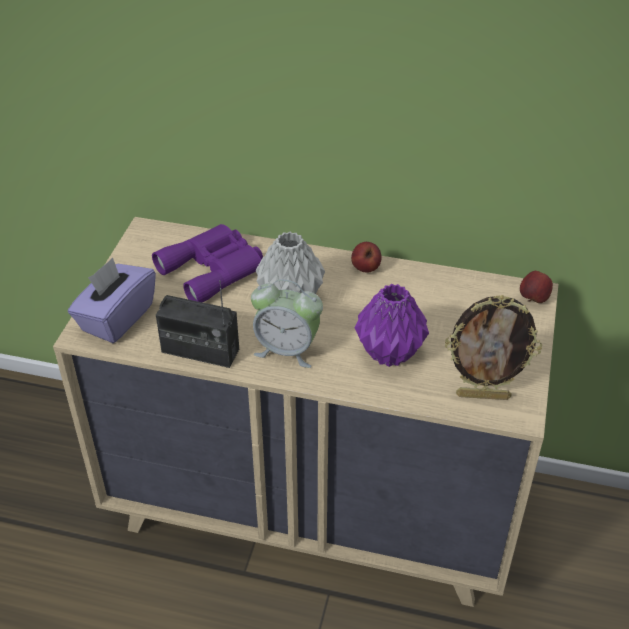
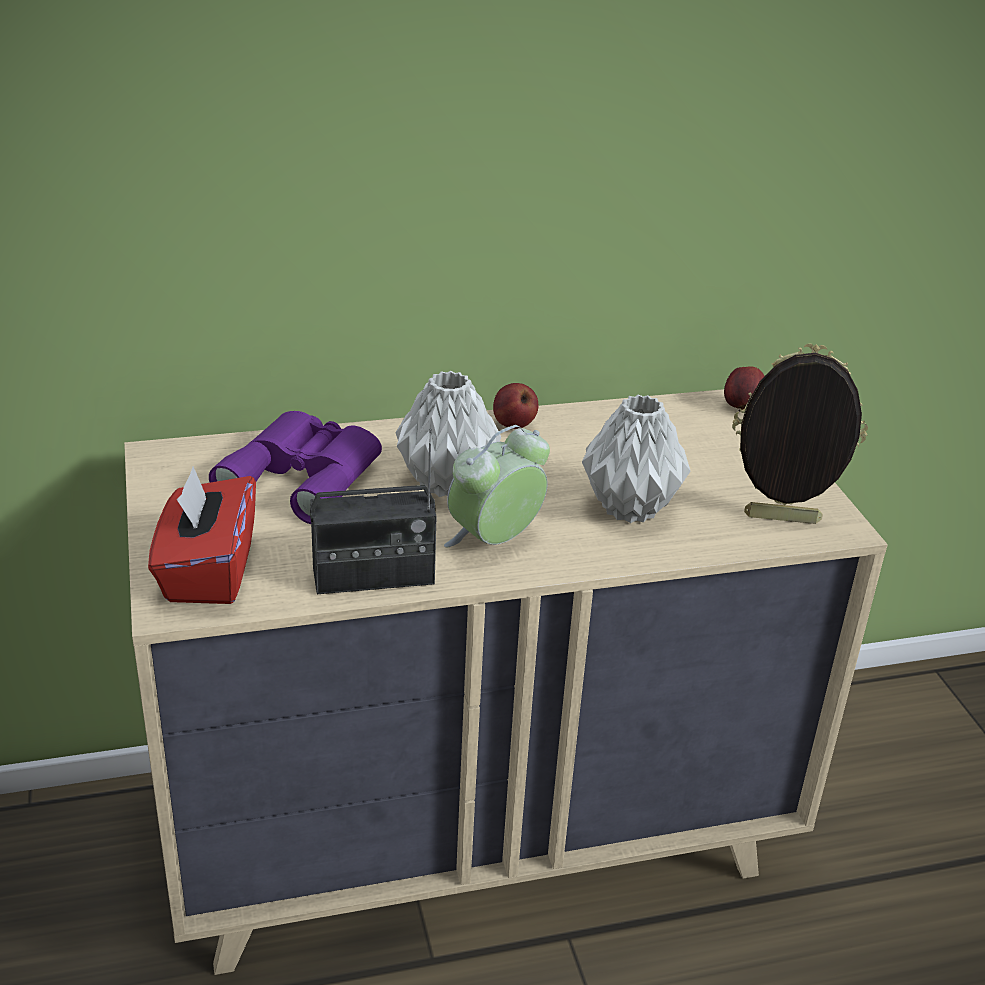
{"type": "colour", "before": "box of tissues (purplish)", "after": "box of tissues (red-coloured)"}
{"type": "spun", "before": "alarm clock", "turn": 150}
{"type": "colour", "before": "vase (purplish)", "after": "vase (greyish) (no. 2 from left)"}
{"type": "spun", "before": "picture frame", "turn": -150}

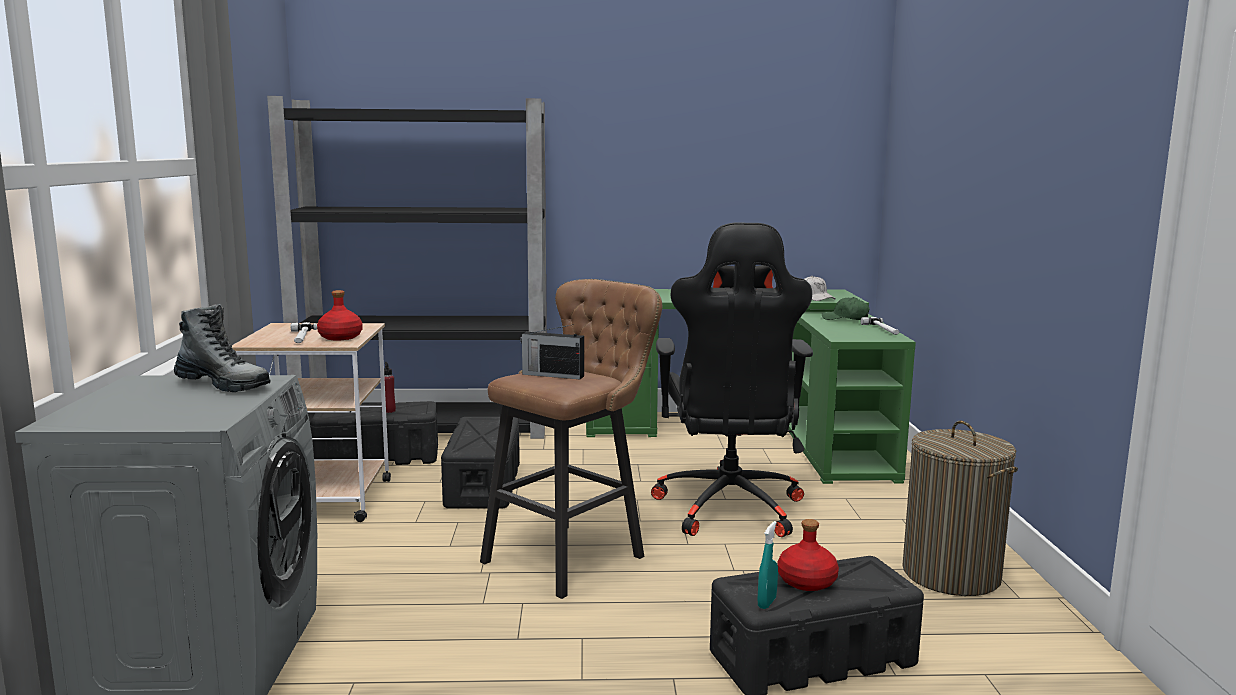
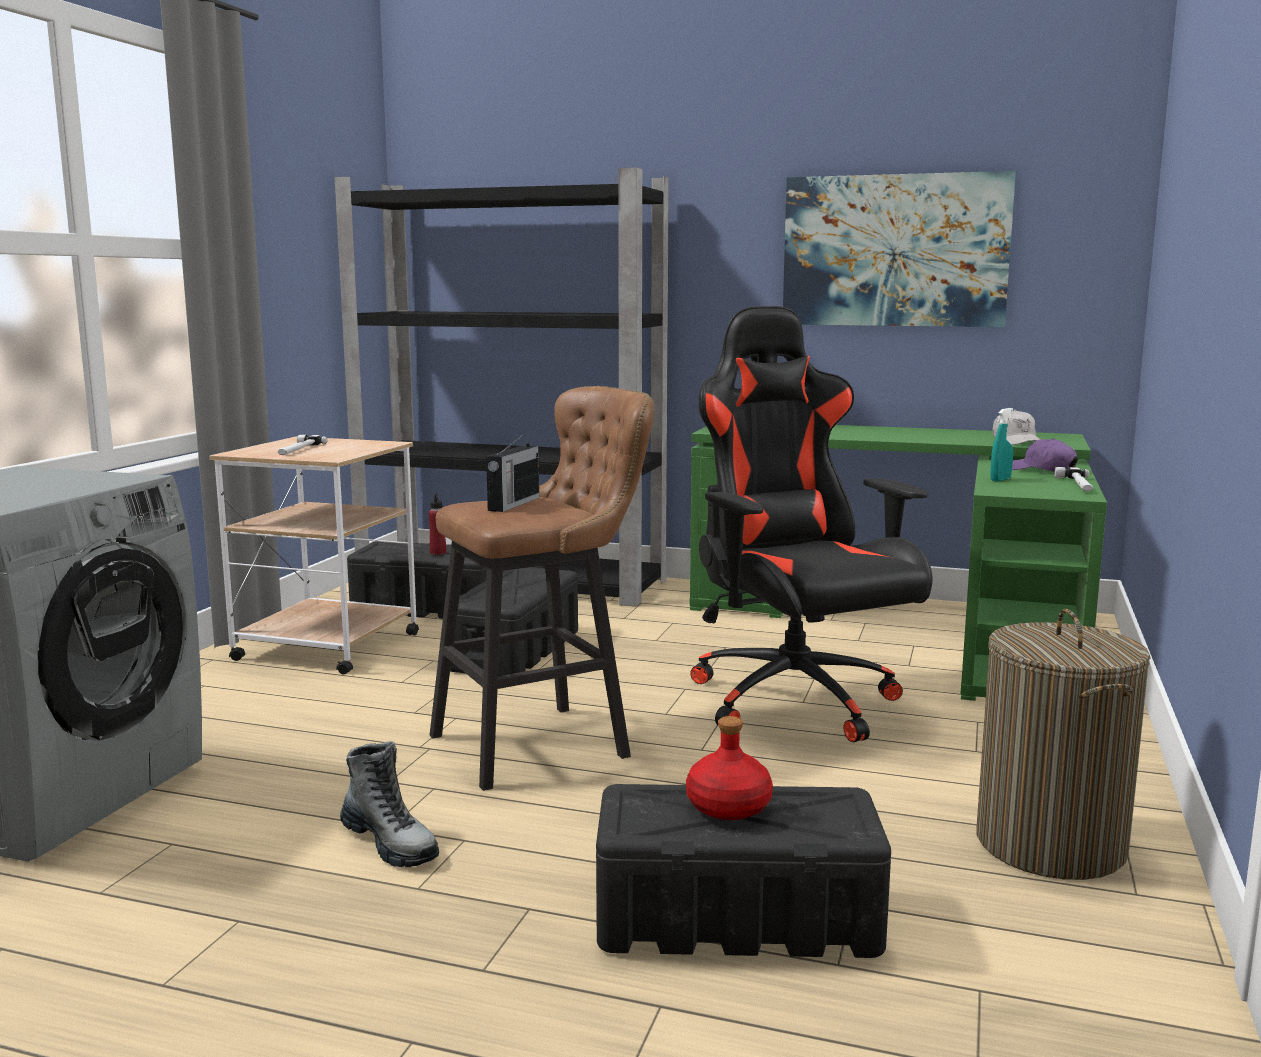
{"type": "spun", "before": "computer chair (black-coloured)", "turn": 135}
{"type": "missing", "before": "drink bottle (red-coloured) (no. 1 from left)"}
{"type": "colour", "before": "cap (green-coloured)", "after": "cap (purplish)"}
{"type": "relocated", "before": "boot"}
{"type": "spun", "before": "radio receiver", "turn": -105}
{"type": "relocated", "before": "sprayer (turquoise-coloured)"}
{"type": "appeared", "after": "wall art"}

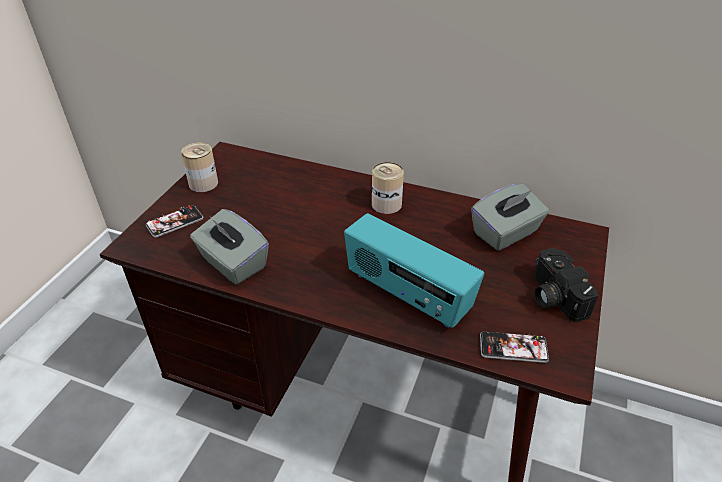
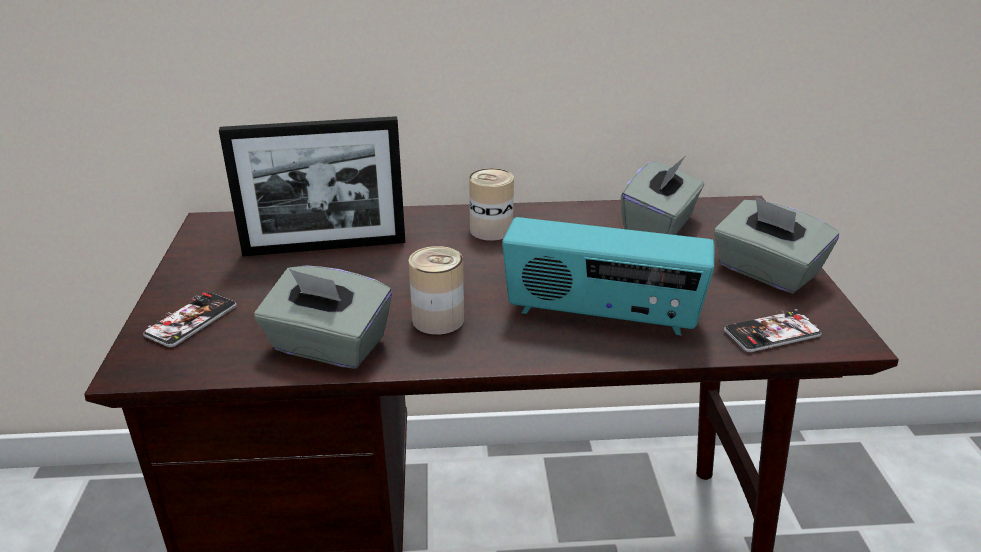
{"type": "relocated", "before": "can (no. 1 from left)"}
{"type": "exchanged", "before": "still camera", "after": "box of tissues (greyish) (no. 3 from left)"}
{"type": "appeared", "after": "picture frame"}

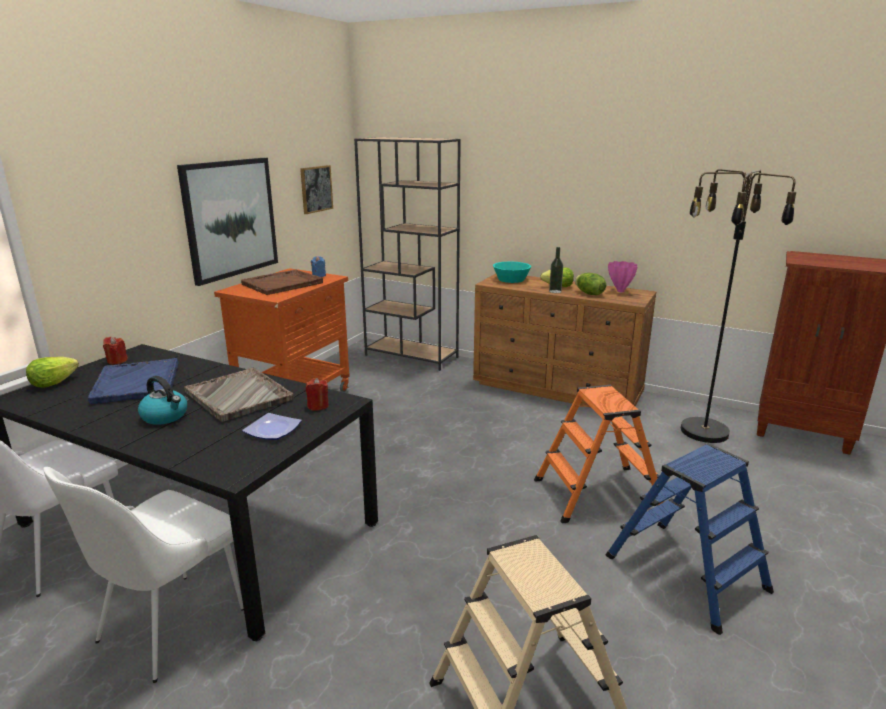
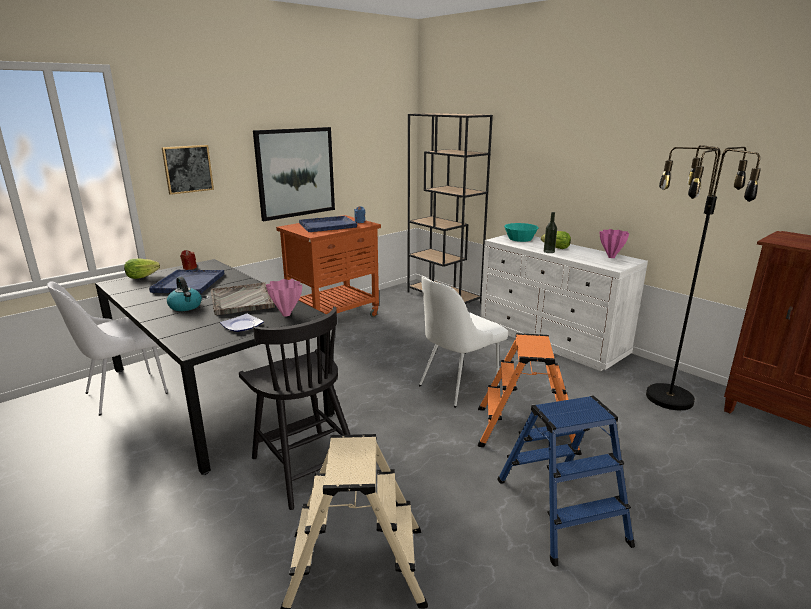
{"type": "relocated", "before": "wall art (no. 2 from left in the first image)", "after": "wall art (no. 1 from left)"}
{"type": "colour", "before": "serving tray (brownish)", "after": "serving tray (blue) (no. 2 from left)"}
{"type": "missing", "before": "head of lettuce (no. 3 from left)"}
{"type": "colour", "before": "dresser (brownish)", "after": "dresser (white-coloured)"}
{"type": "exchanged", "before": "wax candle (red-coloured) (no. 2 from left)", "after": "vase (pink) (no. 1 from left)"}
{"type": "relocated", "before": "plain chair (white-coloured) (no. 2 from left)"}
{"type": "appeared", "after": "plain chair (black-coloured)"}

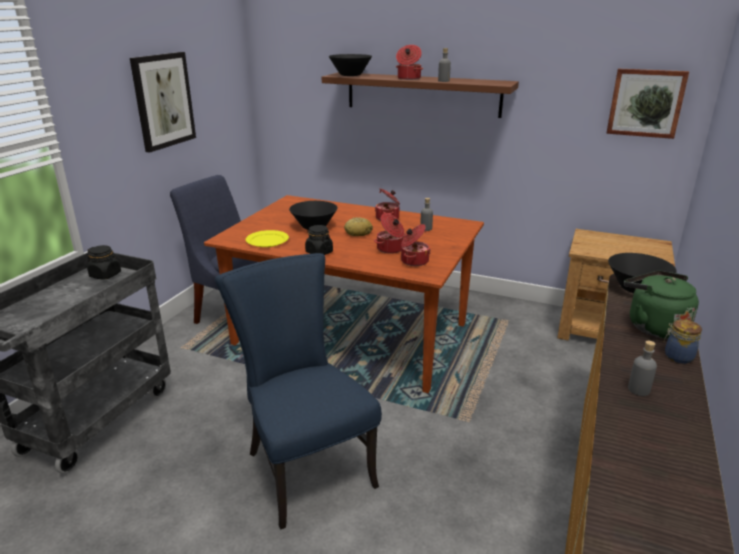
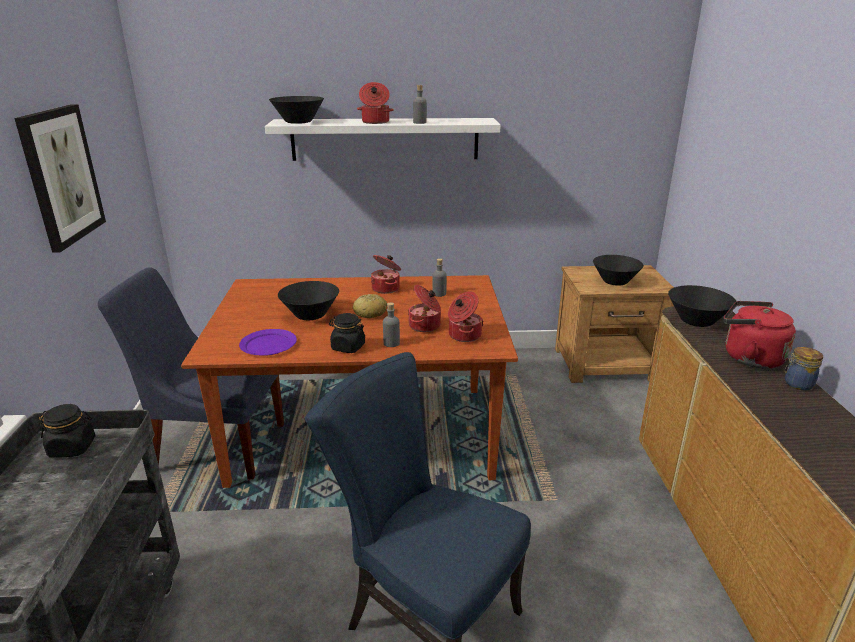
{"type": "missing", "before": "wall art (no. 2 from left)"}
{"type": "colour", "before": "shelf (brownish)", "after": "shelf (white-coloured)"}
{"type": "colour", "before": "flat dish (yellowish)", "after": "flat dish (purplish)"}
{"type": "colour", "before": "tea kettle (green-coloured)", "after": "tea kettle (red-coloured)"}
{"type": "relocated", "before": "drink bottle (greyish) (no. 3 from left in the first image)", "after": "drink bottle (greyish) (no. 1 from left)"}
{"type": "appeared", "after": "bowl (black-coloured) (no. 3 from left)"}

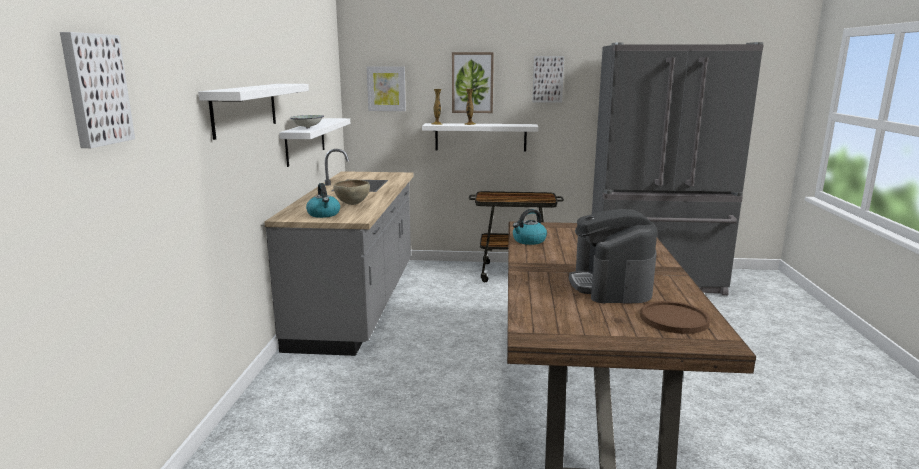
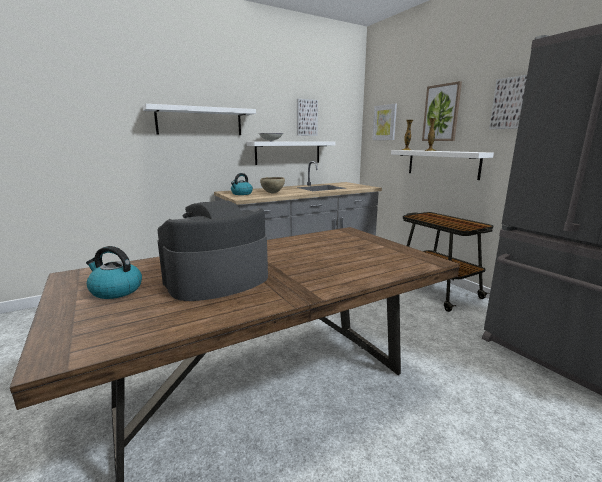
{"type": "relocated", "before": "wall art (no. 1 from left)"}
{"type": "relocated", "before": "tea kettle (no. 2 from left in the first image)", "after": "tea kettle (no. 1 from left)"}
{"type": "missing", "before": "flat dish (brownish)"}

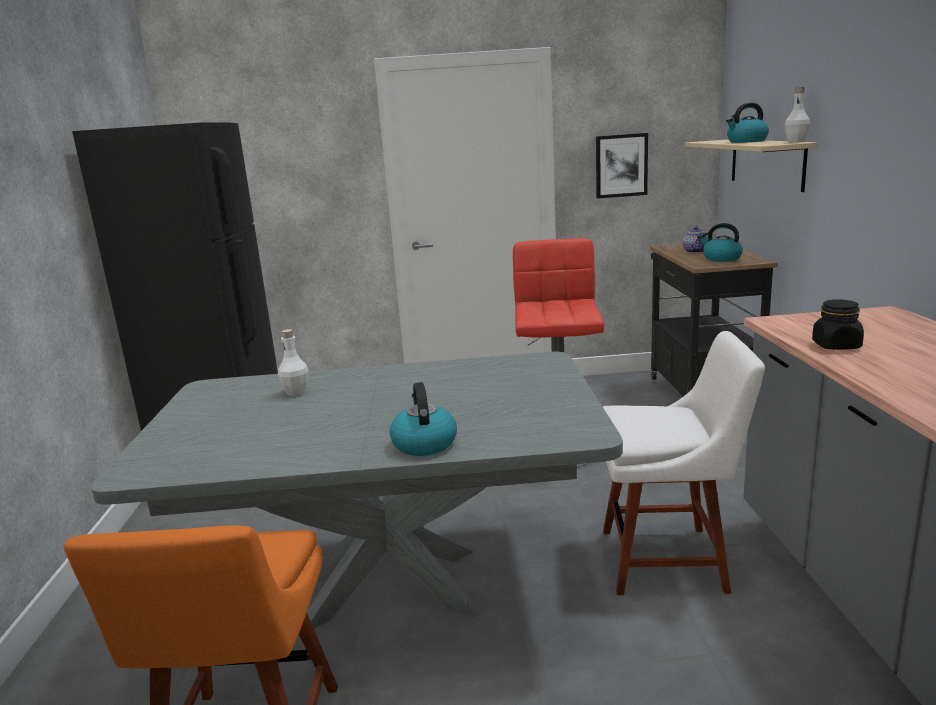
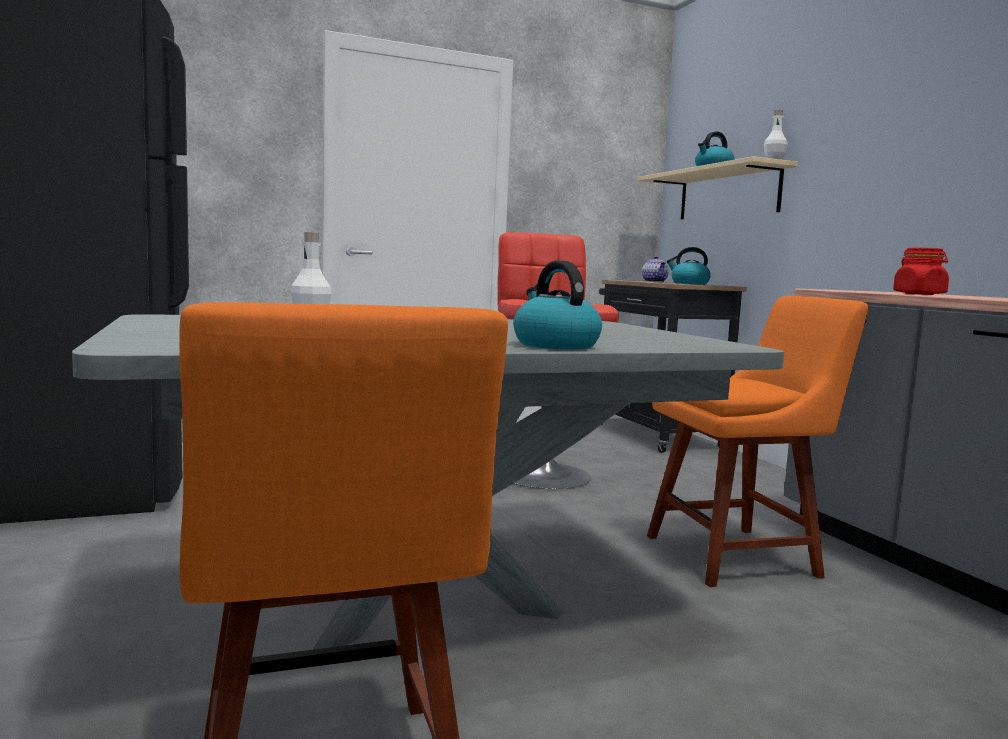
{"type": "missing", "before": "wall art"}
{"type": "colour", "before": "jar (black-coloured)", "after": "jar (red-coloured)"}
{"type": "colour", "before": "plain chair (white-coloured)", "after": "plain chair (orangey) (no. 2 from left)"}

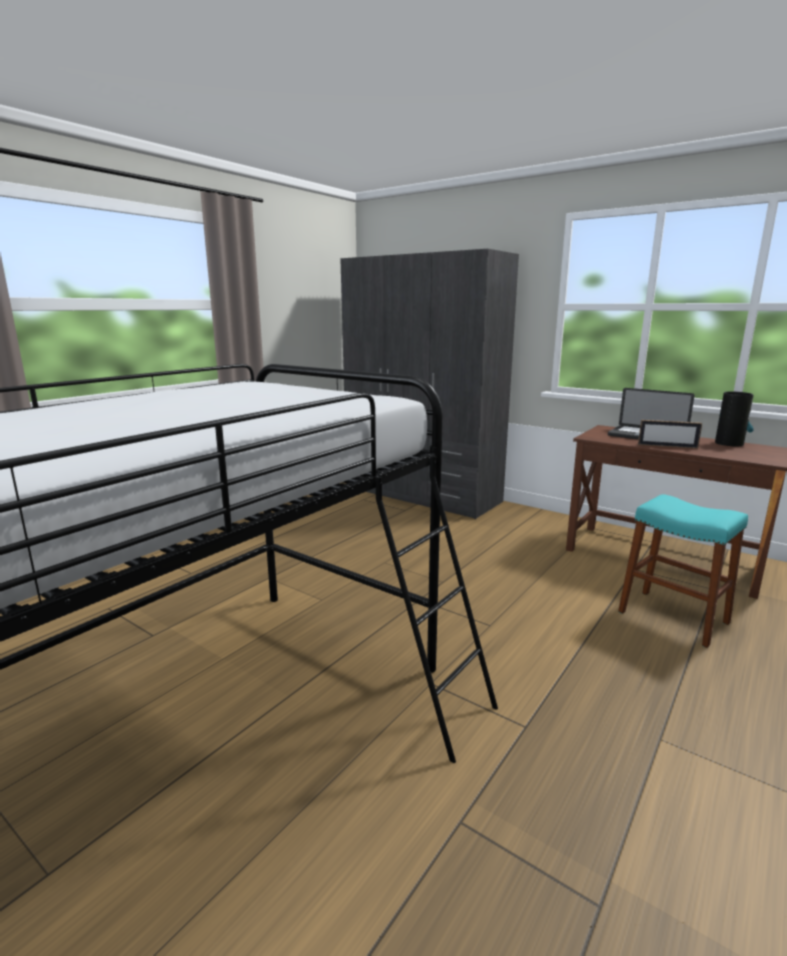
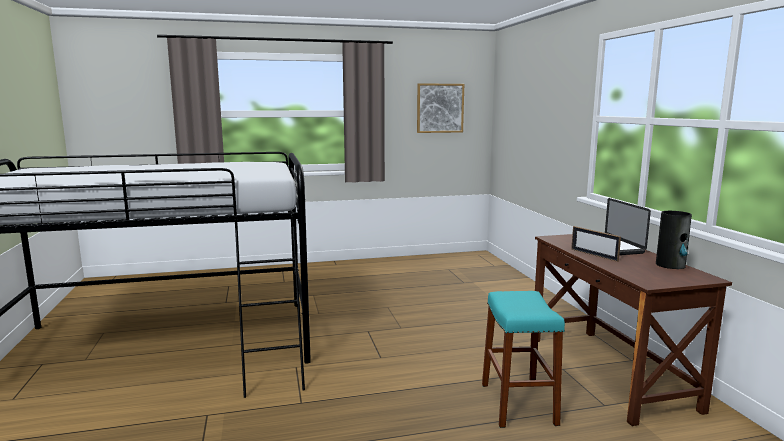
{"type": "missing", "before": "clothes cupboard (greyish)"}
{"type": "appeared", "after": "wall art"}

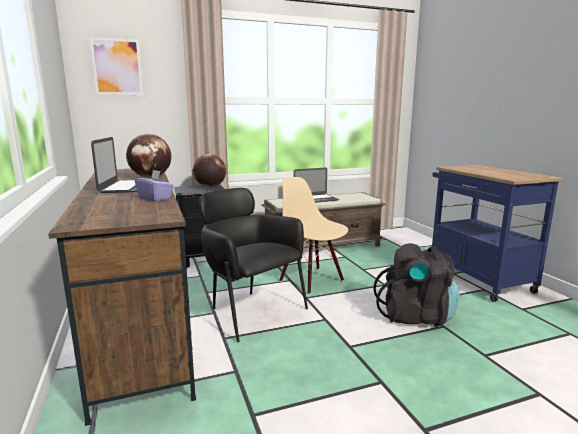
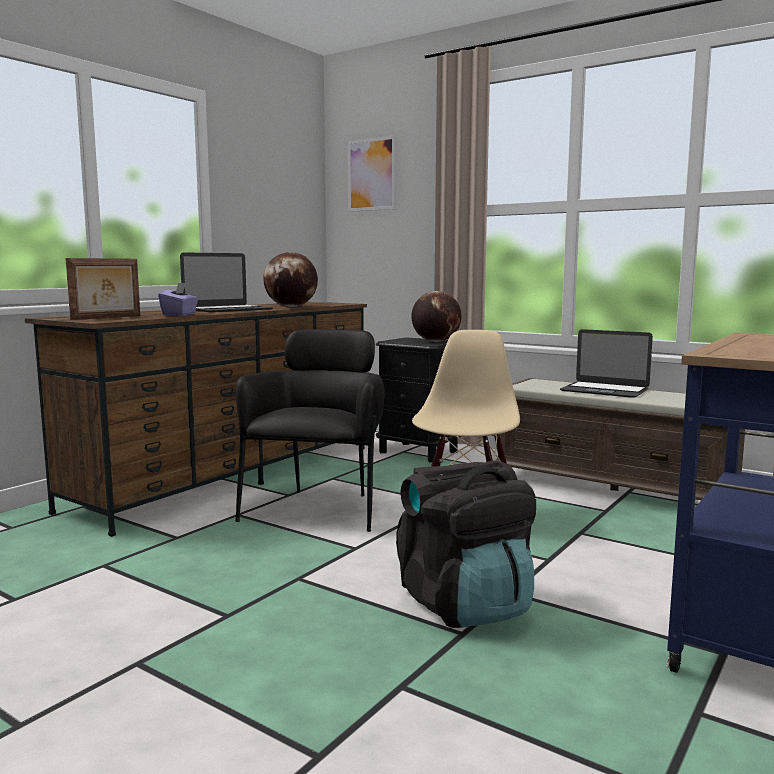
{"type": "appeared", "after": "picture frame"}

